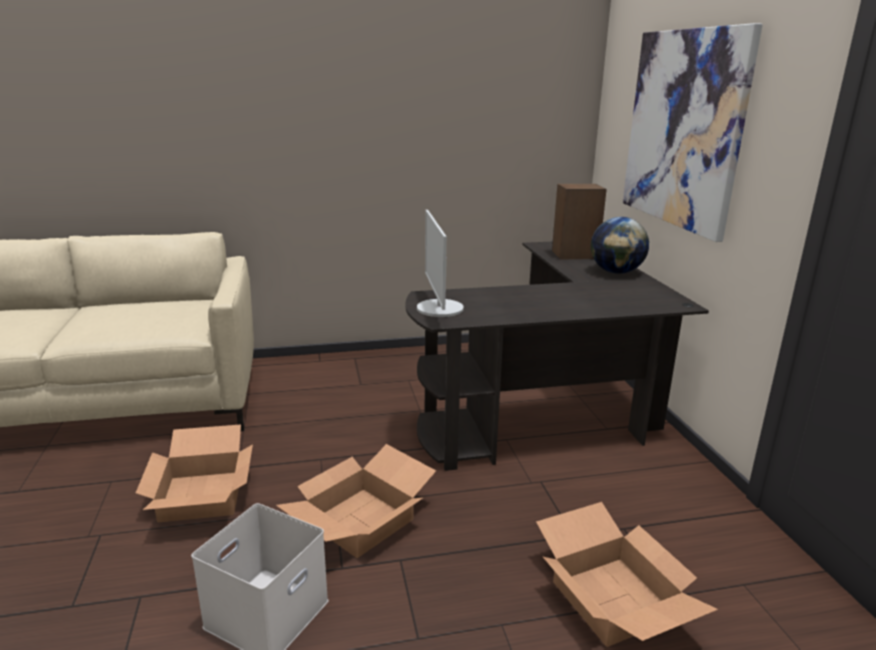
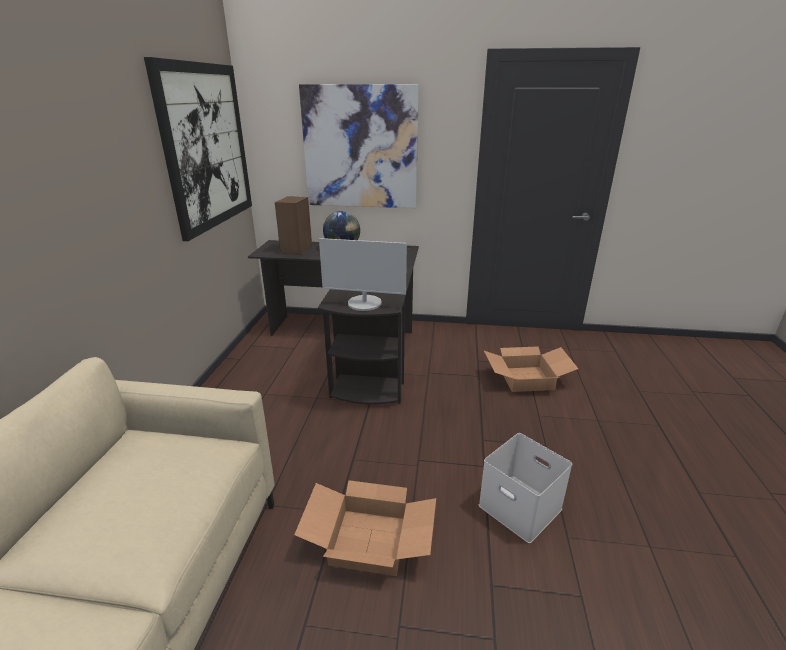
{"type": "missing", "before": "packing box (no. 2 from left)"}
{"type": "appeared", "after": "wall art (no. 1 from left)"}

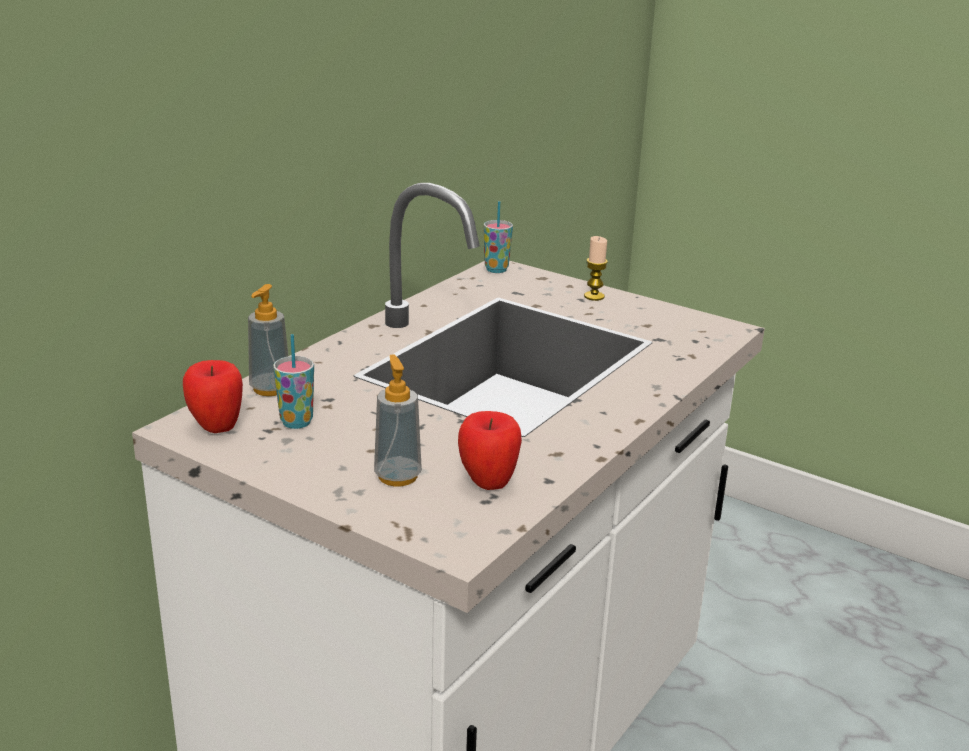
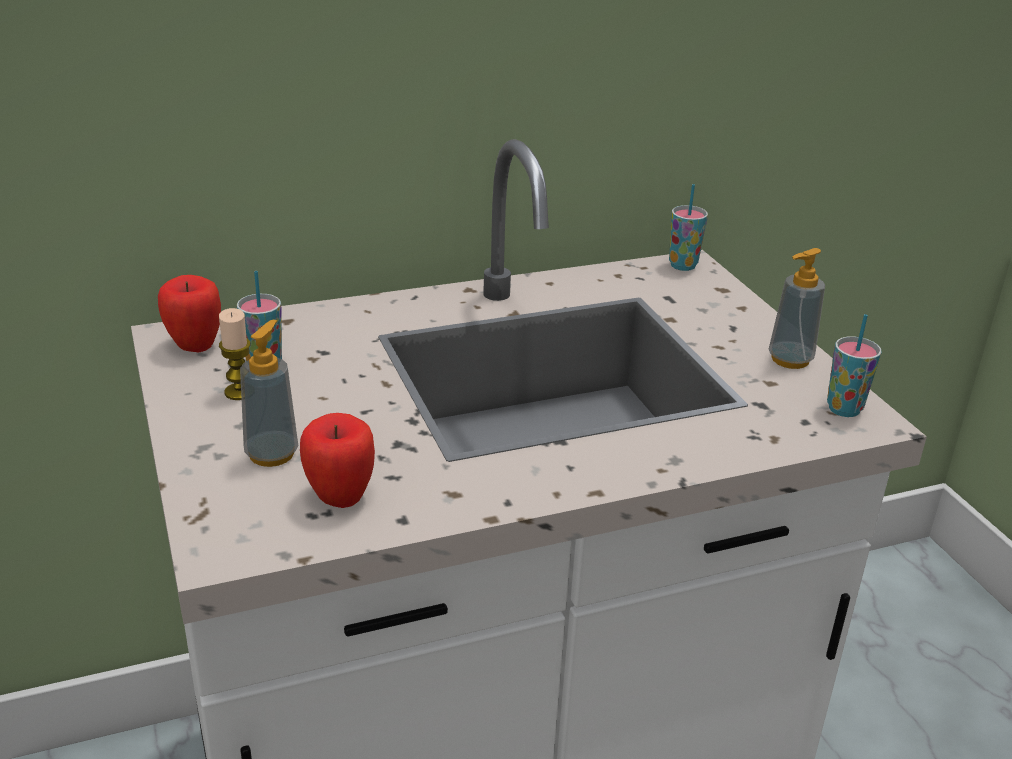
{"type": "relocated", "before": "wax candle"}
{"type": "relocated", "before": "liquid soap bottle (no. 1 from left in the first image)", "after": "liquid soap bottle (no. 2 from left)"}
{"type": "appeared", "after": "drinking cup (no. 3 from left)"}

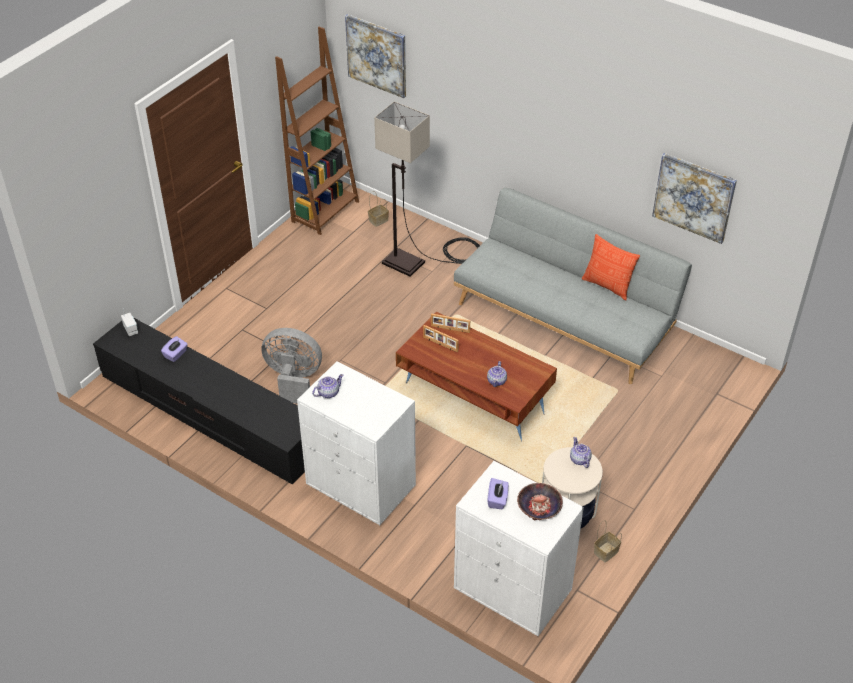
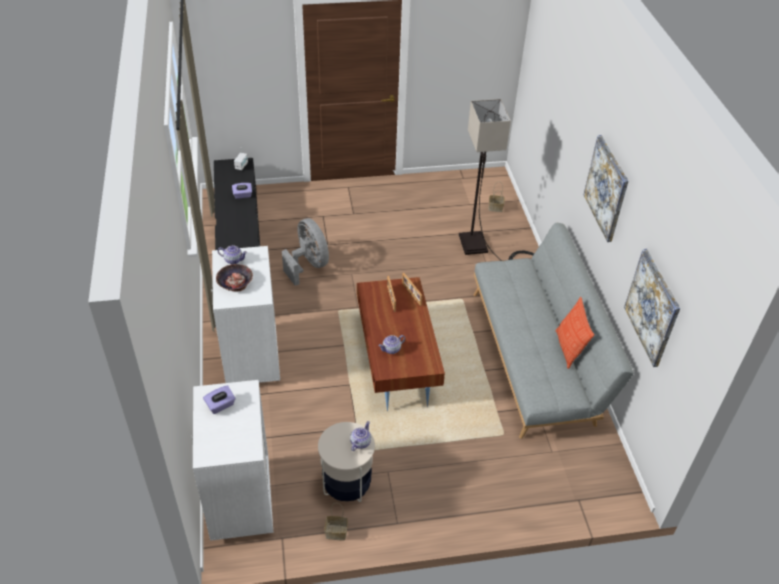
{"type": "relocated", "before": "wall art (no. 1 from left)"}
{"type": "missing", "before": "bookcase (brownish)"}
{"type": "relocated", "before": "bowl"}

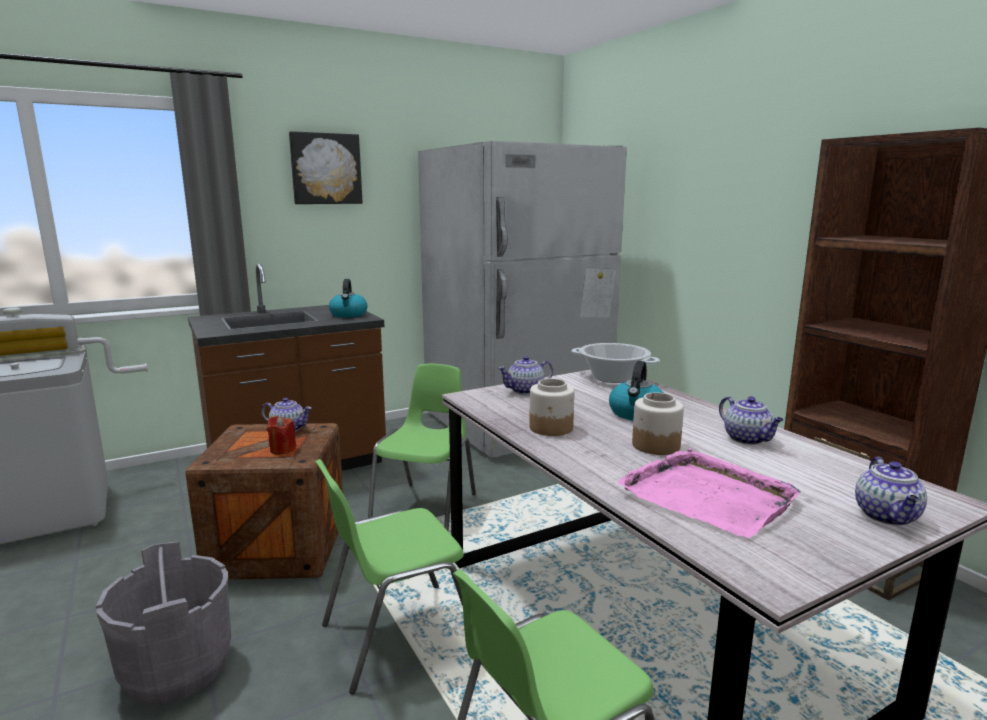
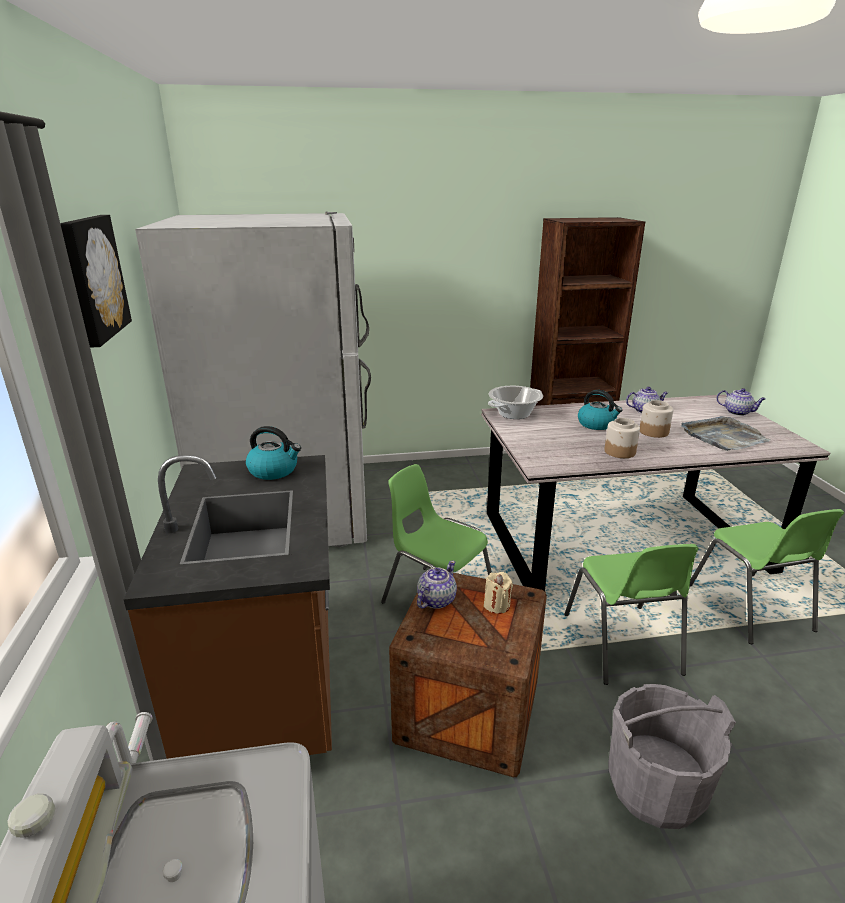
{"type": "missing", "before": "tea pot (no. 2 from left)"}
{"type": "colour", "before": "wax candle (red-coloured)", "after": "wax candle (beige)"}
{"type": "colour", "before": "serving tray (pink)", "after": "serving tray (greyish)"}

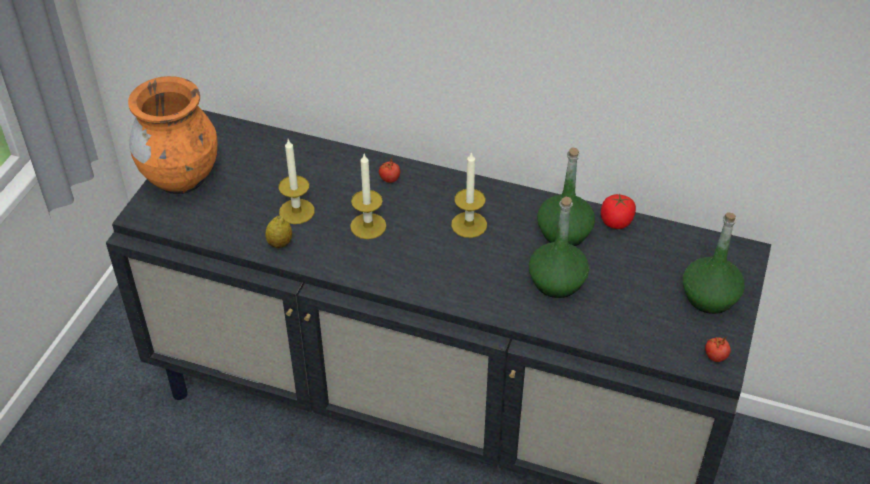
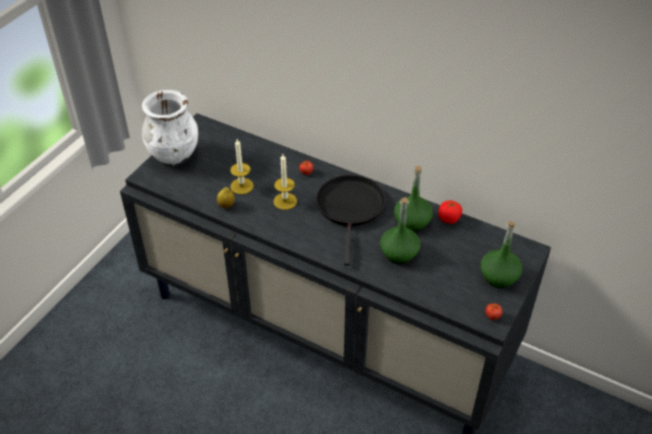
{"type": "colour", "before": "vase (orangey)", "after": "vase (white-coloured)"}
{"type": "exchanged", "before": "wax candle (no. 3 from left)", "after": "pan (black-coloured)"}

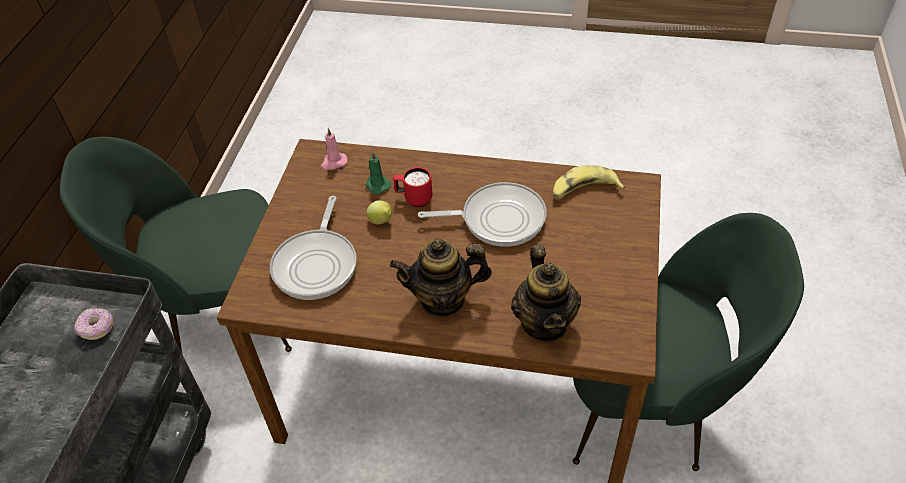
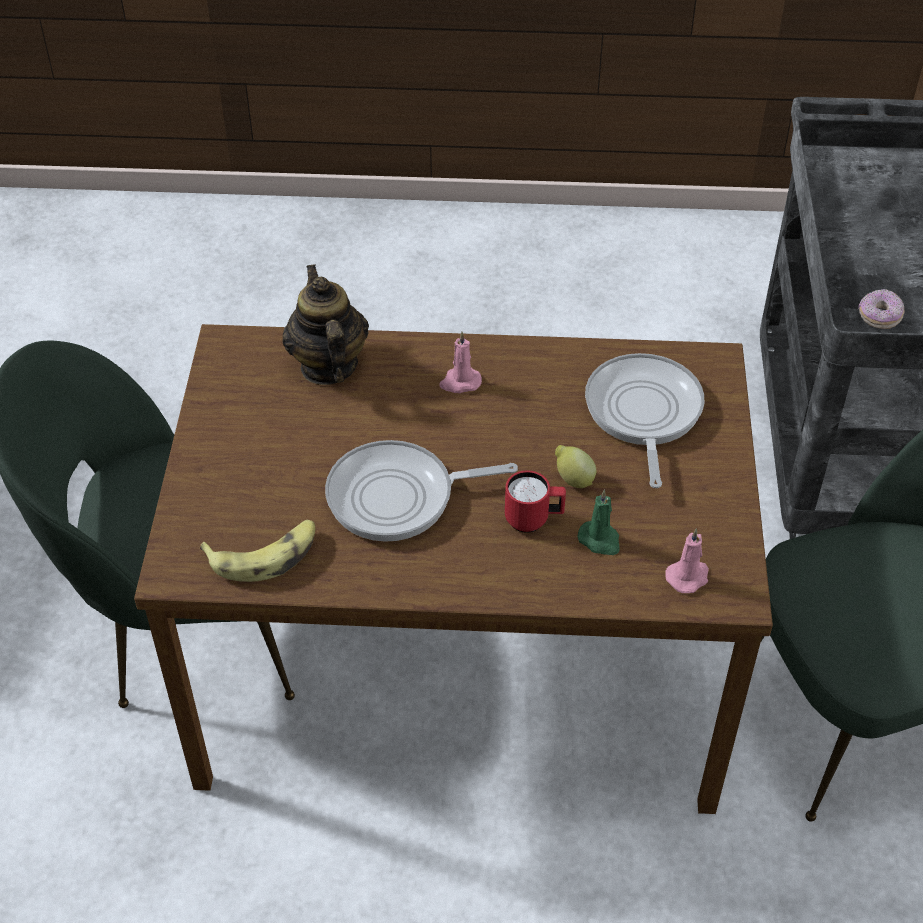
{"type": "exchanged", "before": "tea pot (no. 1 from left)", "after": "wax candle (pink) (no. 1 from left)"}

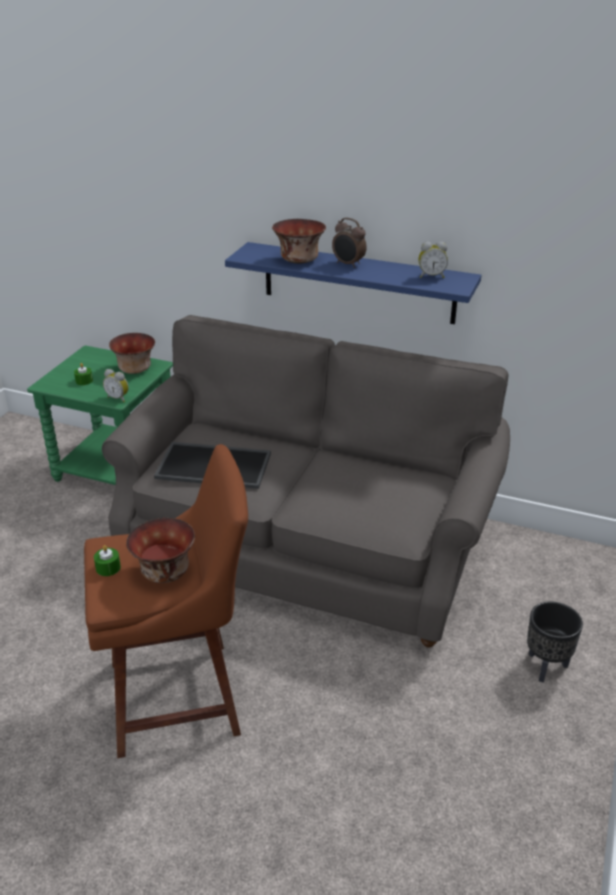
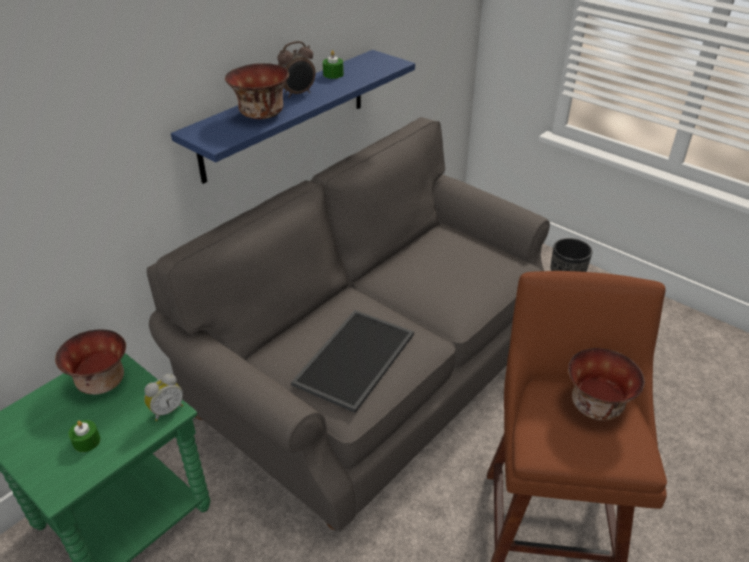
{"type": "missing", "before": "alarm clock (no. 3 from left)"}
{"type": "relocated", "before": "wax candle (green-coloured) (no. 2 from left)"}

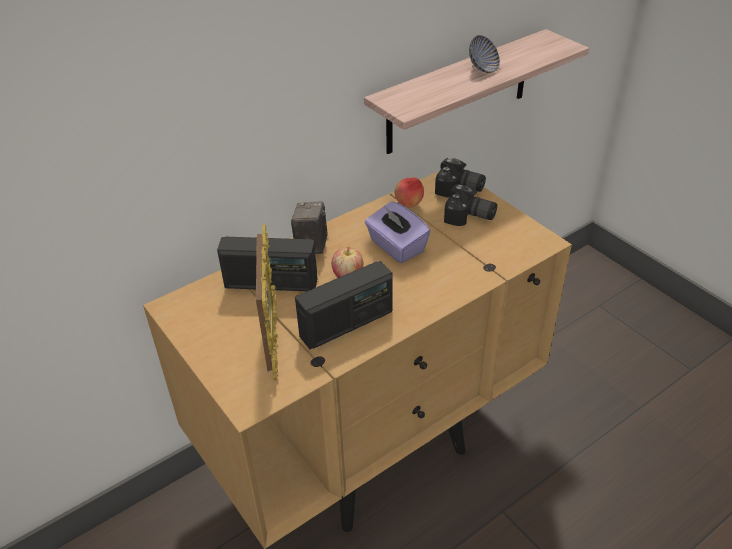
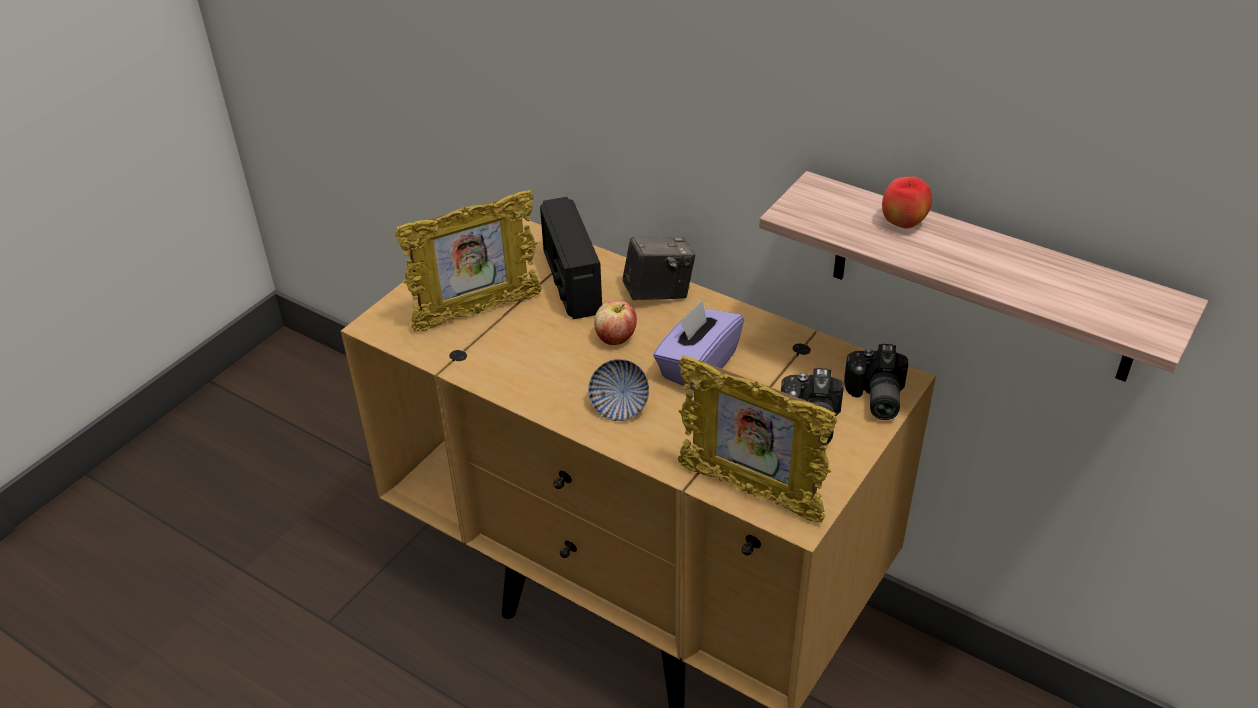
{"type": "relocated", "before": "bowl"}
{"type": "relocated", "before": "apple fruit (no. 2 from left)"}
{"type": "missing", "before": "radio receiver (no. 2 from left)"}
{"type": "appeared", "after": "picture frame (no. 2 from left)"}

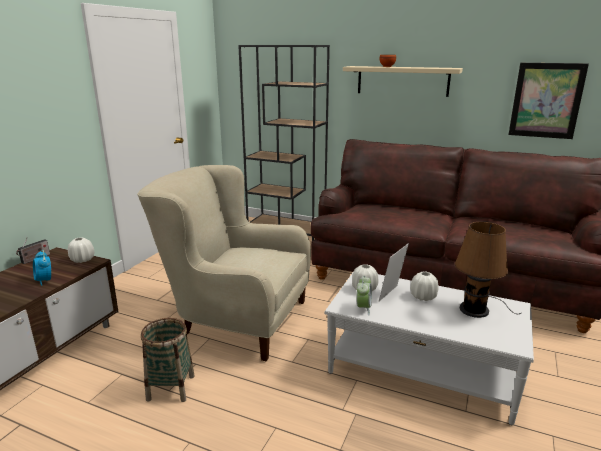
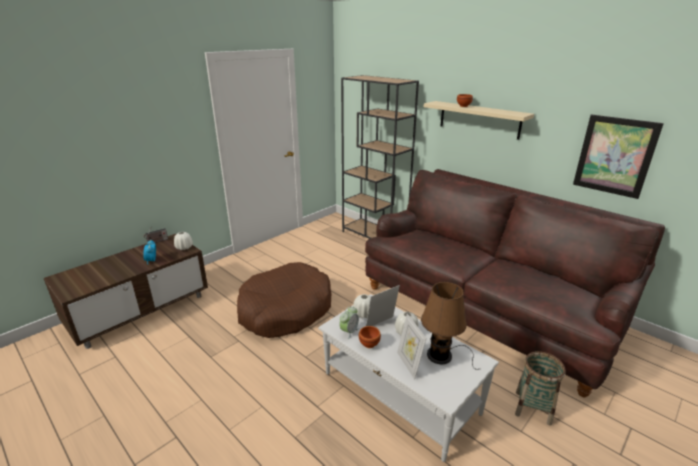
{"type": "exchanged", "before": "lounge chair (beige)", "after": "dog bed (brownish)"}
{"type": "relocated", "before": "basket"}
{"type": "appeared", "after": "picture frame (no. 2 from left)"}
{"type": "appeared", "after": "bowl (brownish) (no. 1 from left)"}

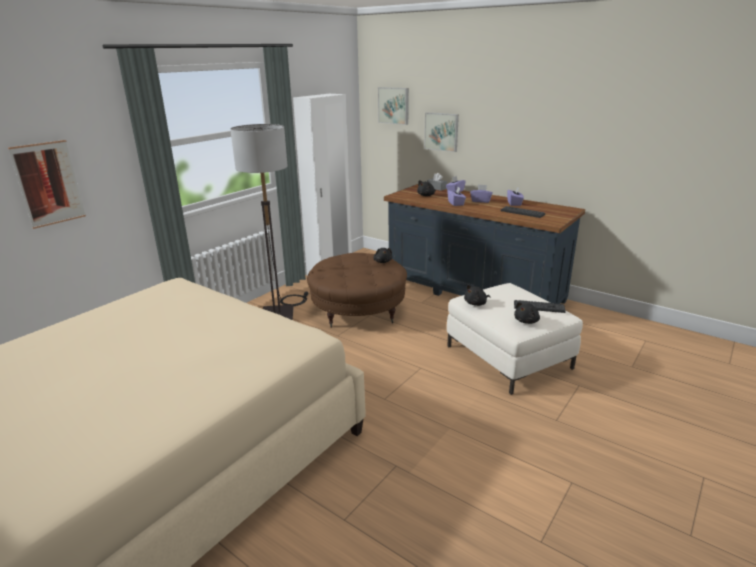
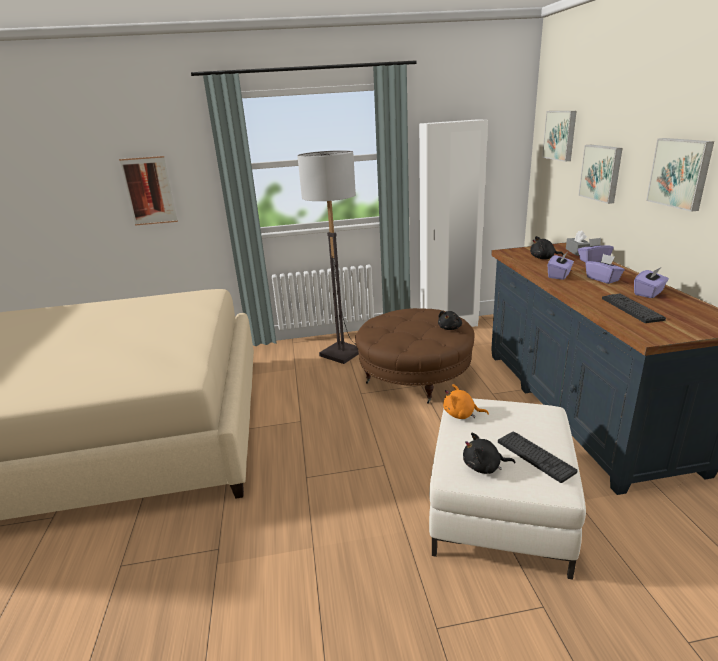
{"type": "colour", "before": "plush toy (black-coloured) (no. 3 from left)", "after": "plush toy (orangey)"}
{"type": "appeared", "after": "wall art (no. 4 from left)"}

